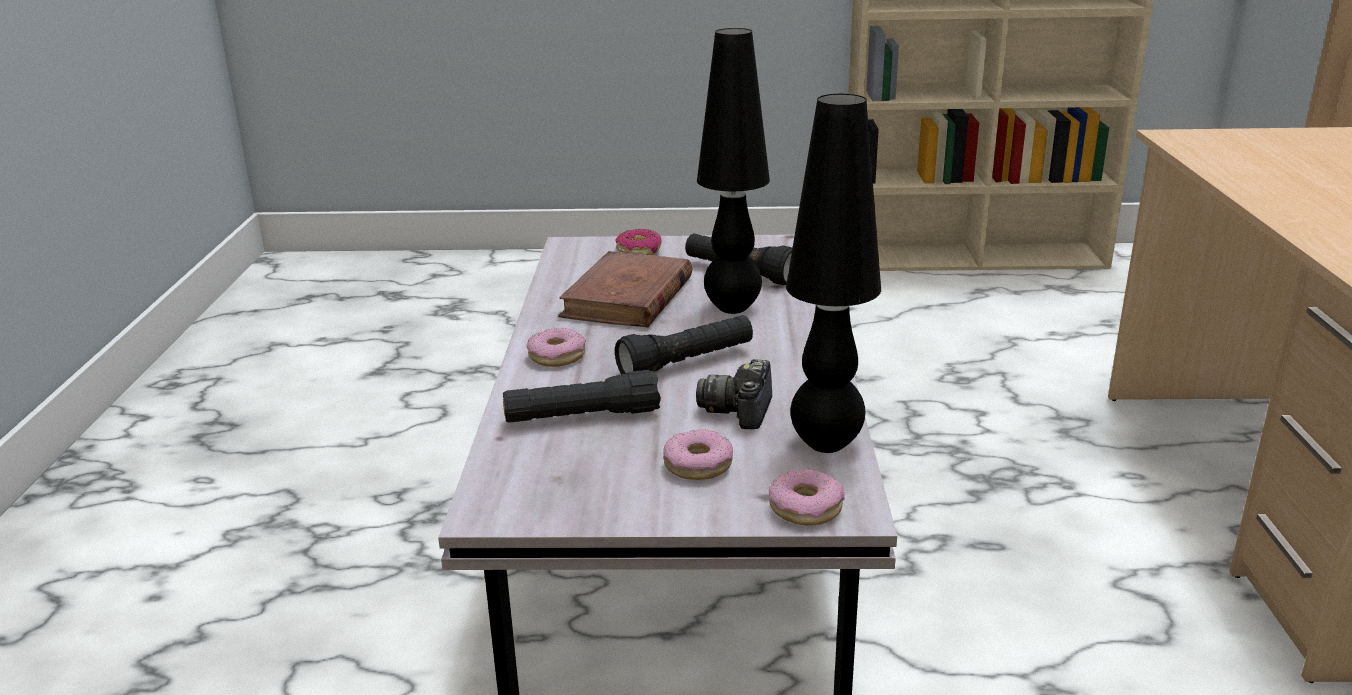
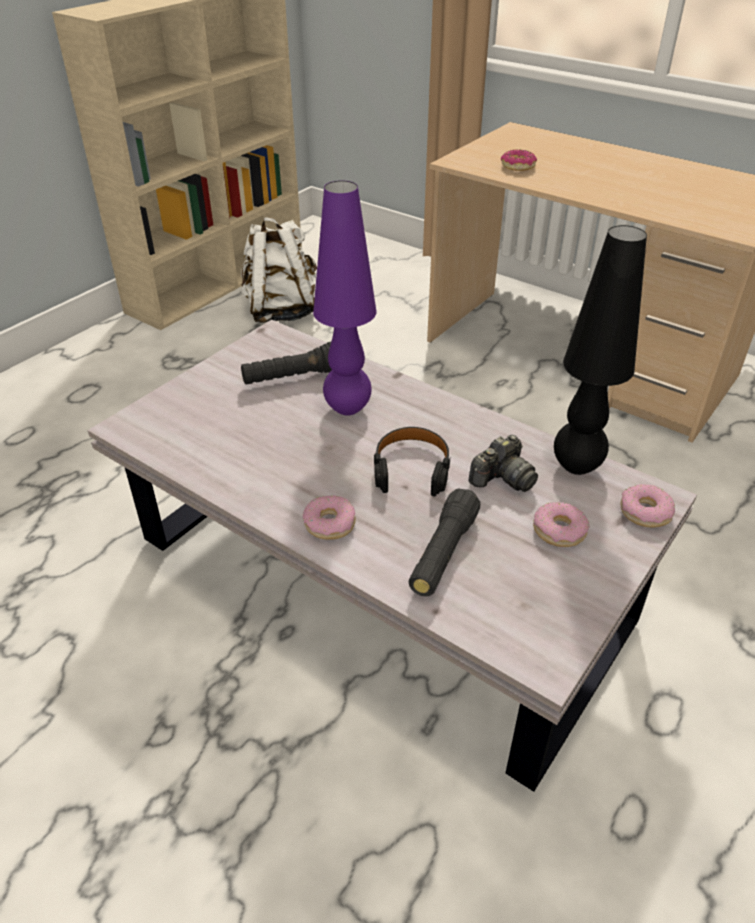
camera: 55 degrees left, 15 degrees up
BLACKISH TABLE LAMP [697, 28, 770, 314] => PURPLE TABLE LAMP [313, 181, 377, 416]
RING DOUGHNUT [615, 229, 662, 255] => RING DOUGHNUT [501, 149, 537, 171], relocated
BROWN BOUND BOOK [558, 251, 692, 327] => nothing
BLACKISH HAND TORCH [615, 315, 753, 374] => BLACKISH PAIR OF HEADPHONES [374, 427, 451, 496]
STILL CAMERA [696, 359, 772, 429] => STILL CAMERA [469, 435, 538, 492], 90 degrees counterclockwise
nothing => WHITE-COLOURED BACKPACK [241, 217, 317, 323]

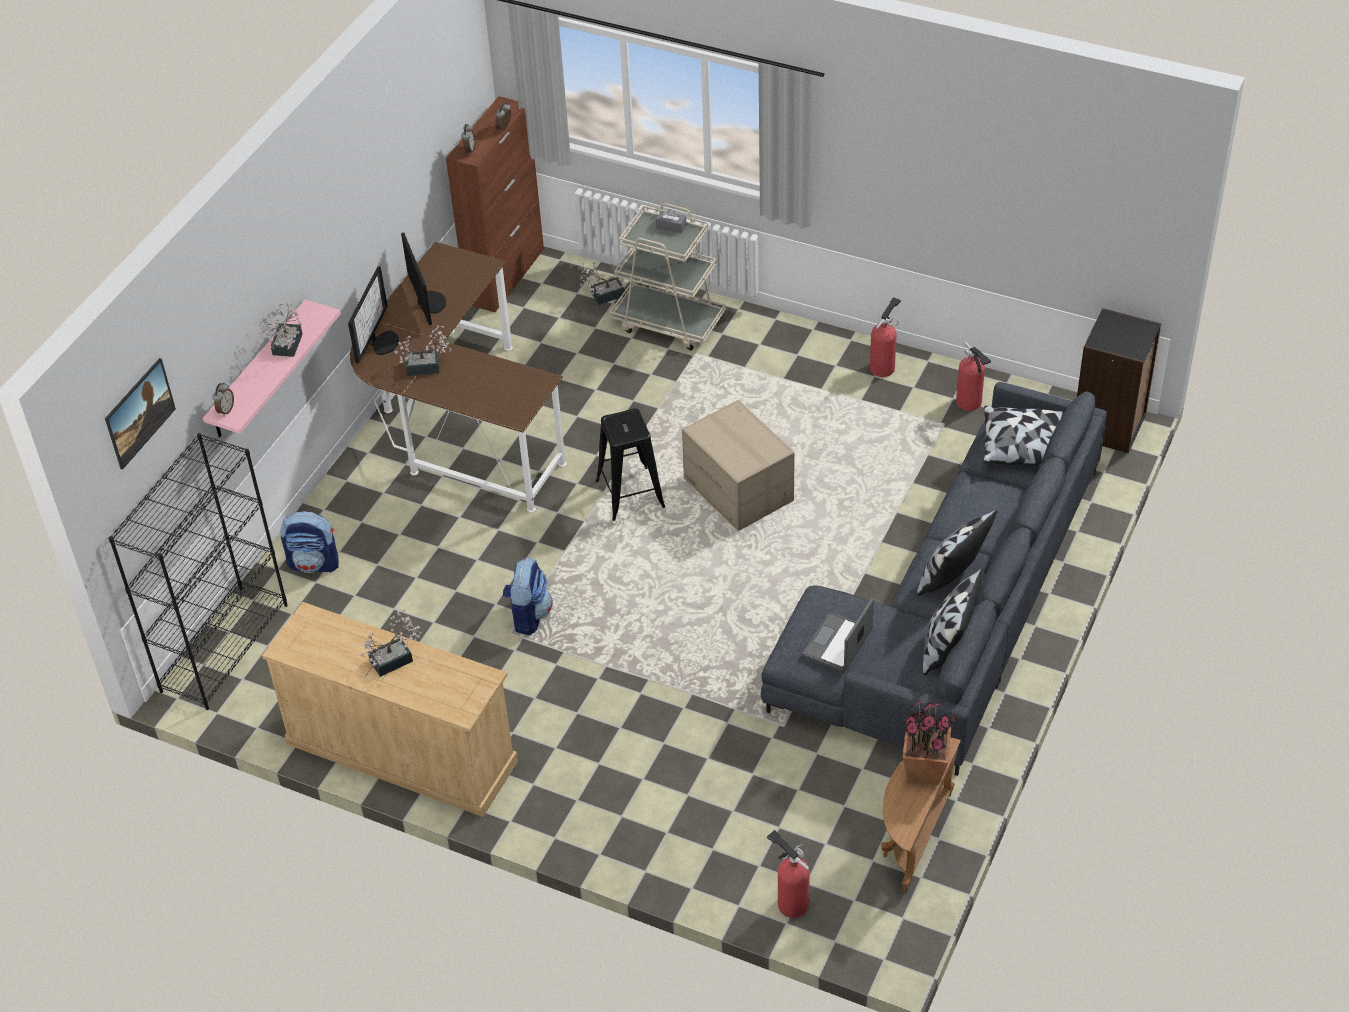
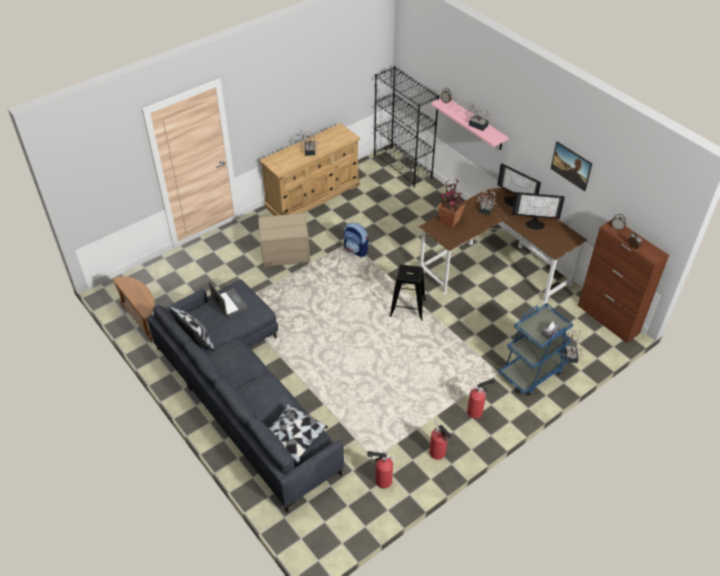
camera: 115 degrees right, 0 degrees up
BEIGE-COLOURED TROLLEY [610, 203, 726, 350] => BLUE-COLOURED TROLLEY [499, 303, 573, 396]
BLACKISH BOOKCASE [1077, 308, 1162, 453] => nothing
PICTURE [105, 358, 176, 470] => PICTURE [551, 142, 592, 191], relocated
PACKING BOX [682, 400, 795, 531] => PACKING BOX [258, 213, 310, 267], relocated
THROW PILLOW [917, 510, 997, 596] => nothing
BACKPACK [280, 511, 339, 573] => nothing
PLANT IN A POT [903, 699, 958, 784] => PLANT IN A POT [438, 178, 466, 228], relocated
FIRE EXTINGUISHER [767, 830, 810, 918] => FIRE EXTINGUISHER [467, 378, 496, 419], relocated

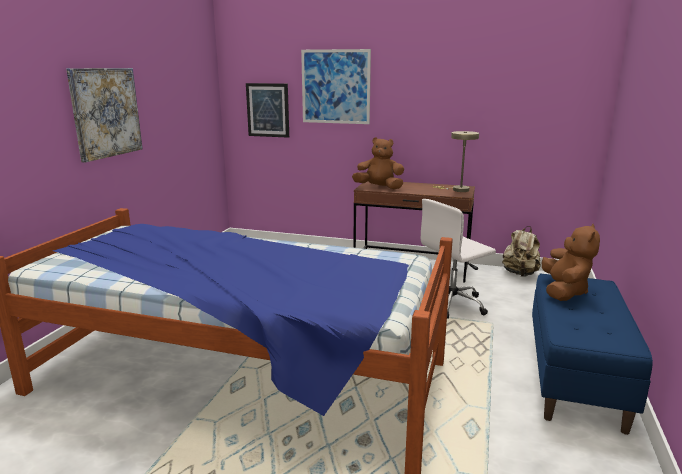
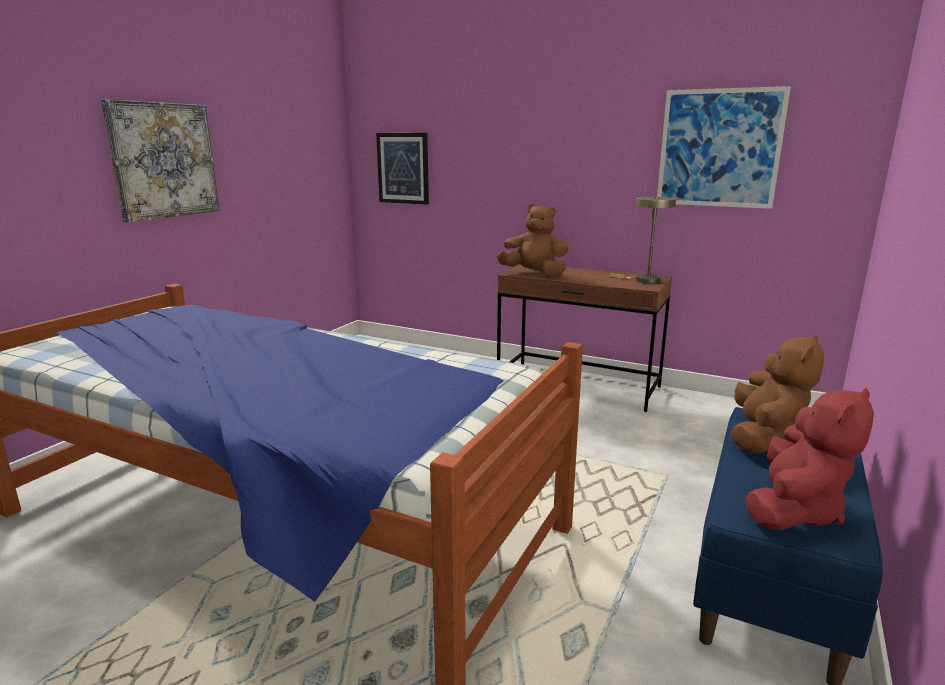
camera: 10 degrees right, 0 degrees up
PICTURE [301, 49, 371, 124] => PICTURE [657, 86, 791, 209], relocated
WHITE-COLOURED DESK CHAIR [421, 199, 496, 319] => nothing
BEIGE-COLOURED BACKPACK [502, 226, 541, 277] => nothing
nothing => RED-COLOURED CUDDLY TOY [745, 387, 874, 530]

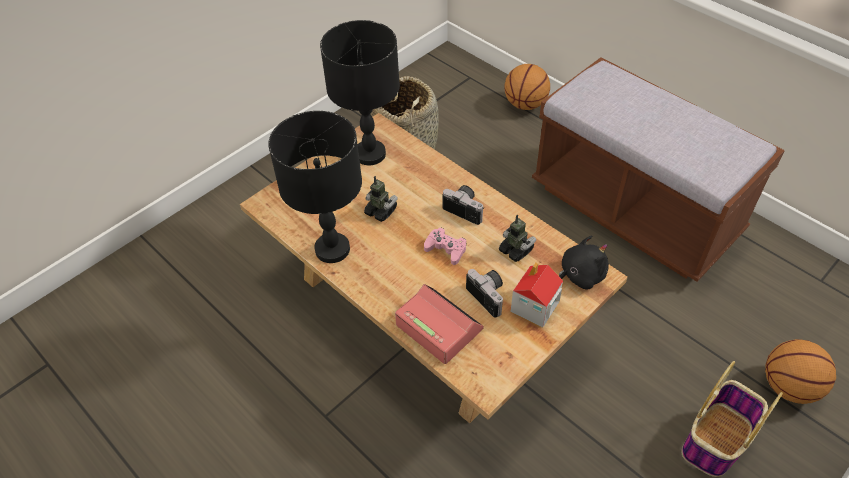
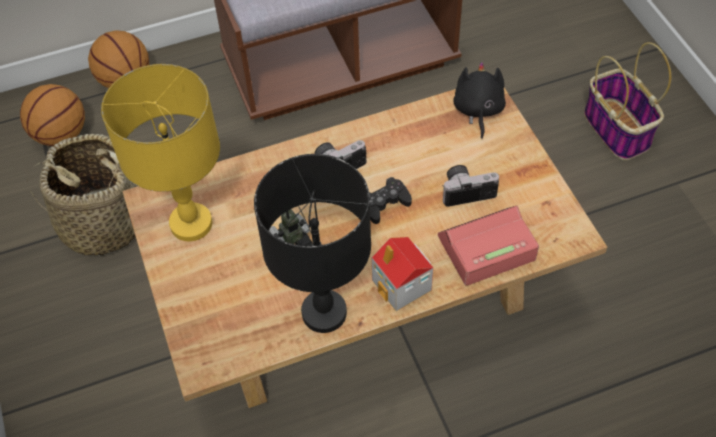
camera: 65 degrees left, 5 degrees up
BLACKISH TABLE LAMP [320, 20, 400, 165] => YELLOWISH TABLE LAMP [101, 64, 220, 241]
MODEL ROBOT [499, 215, 536, 262] => nothing
PINK-COLOURED GAME CONTROLLER [424, 228, 467, 265] => BLACKISH GAME CONTROLLER [369, 177, 412, 224]
MODEL HOUSE [511, 262, 563, 328] => MODEL HOUSE [372, 237, 433, 311], relocated
BALL FOR BASKETBALL [765, 339, 836, 404] => BALL FOR BASKETBALL [20, 84, 85, 146], relocated

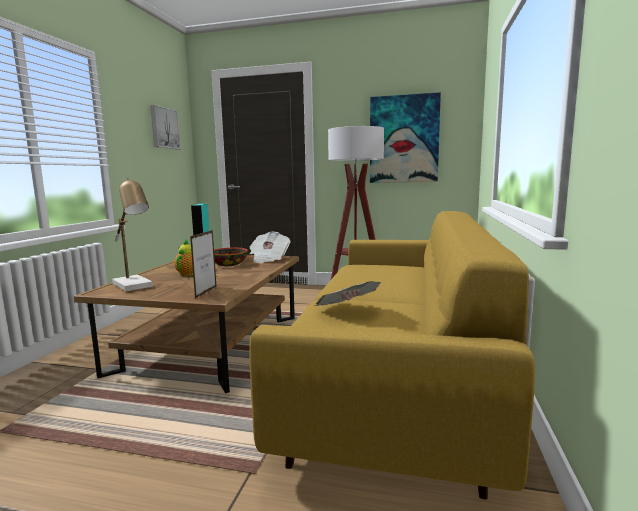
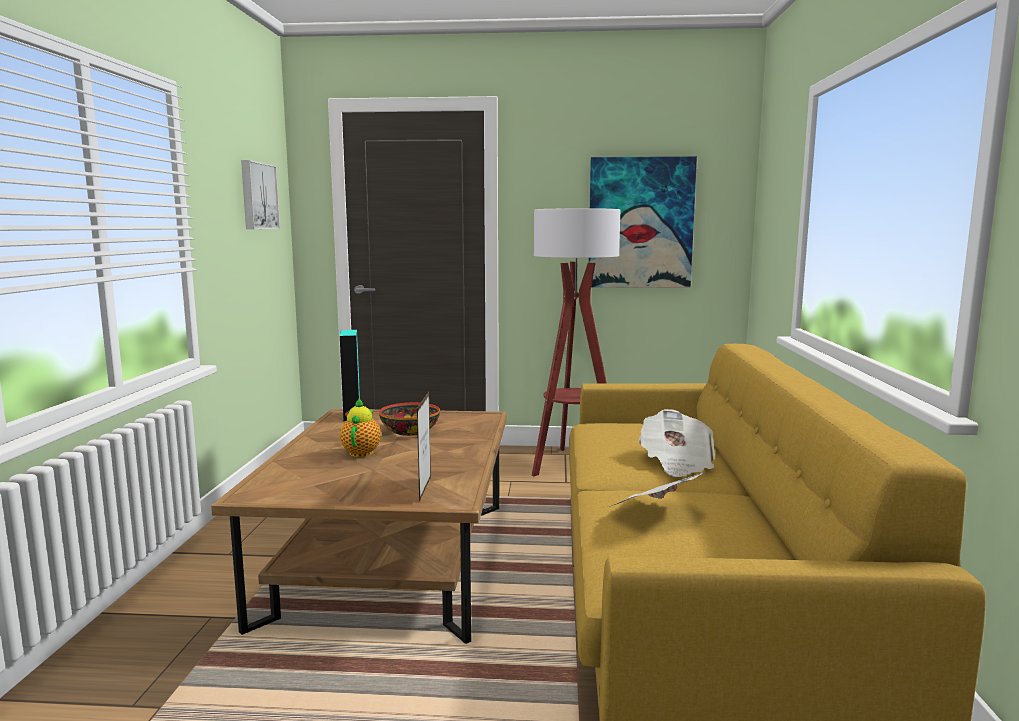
camera: 10 degrees left, 0 degrees up
TABLE LAMP [112, 178, 153, 291] => nothing
DAILY PAPER [249, 232, 291, 263] => DAILY PAPER [639, 409, 715, 477], relocated

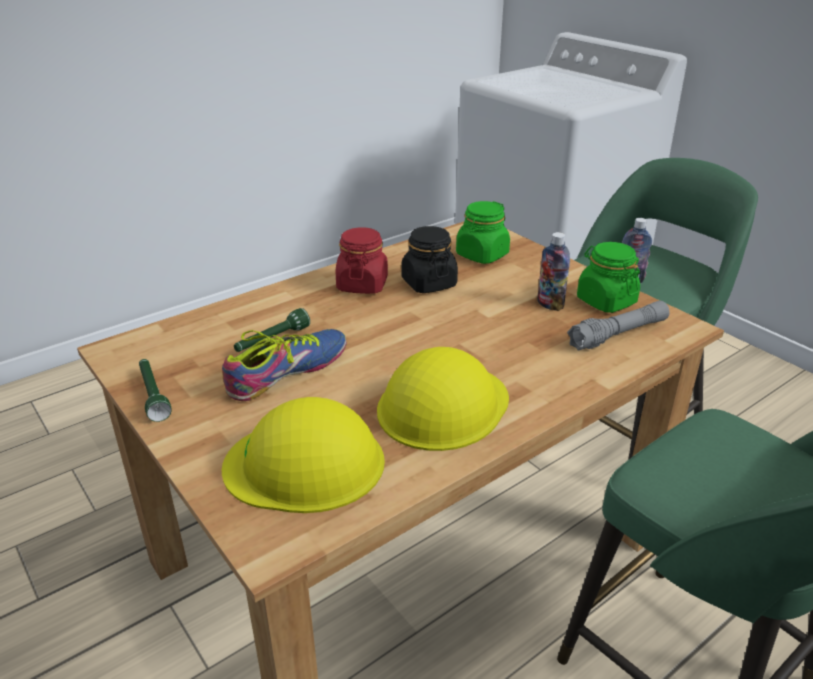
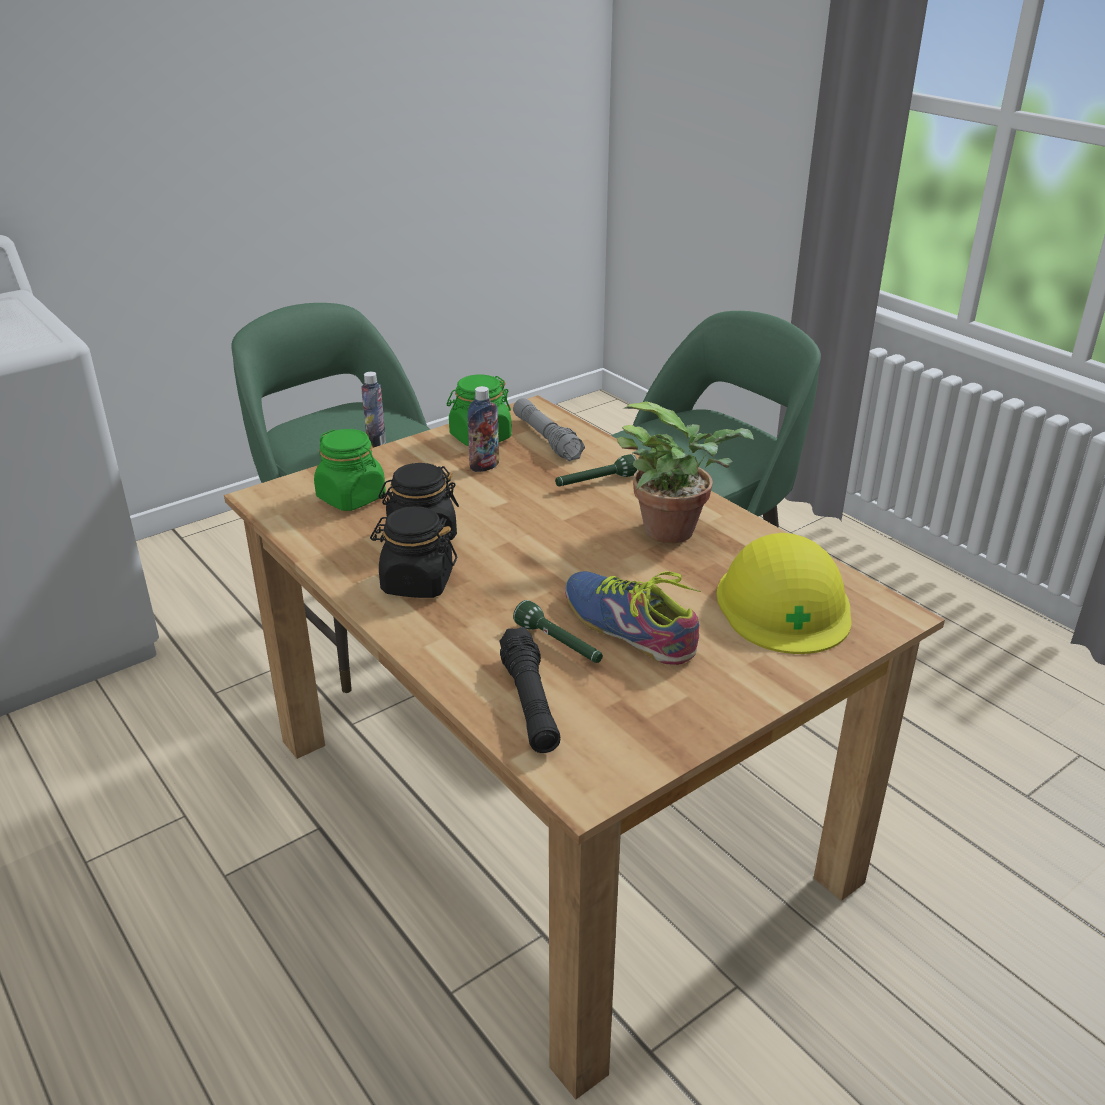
camera: 90 degrees left, 0 degrees up
RED-COLOURED STORAGE JAR [335, 227, 388, 294] => BLACKISH STORAGE JAR [370, 506, 457, 598]
YELLOWISH HARD HAT [377, 347, 509, 451] => PLANT IN A POT [617, 401, 754, 544]
GREEN HAND TORCH [139, 359, 172, 422] => GREEN HAND TORCH [555, 454, 638, 486], relocated
nothing => BLACKISH HAND TORCH [500, 627, 560, 753]

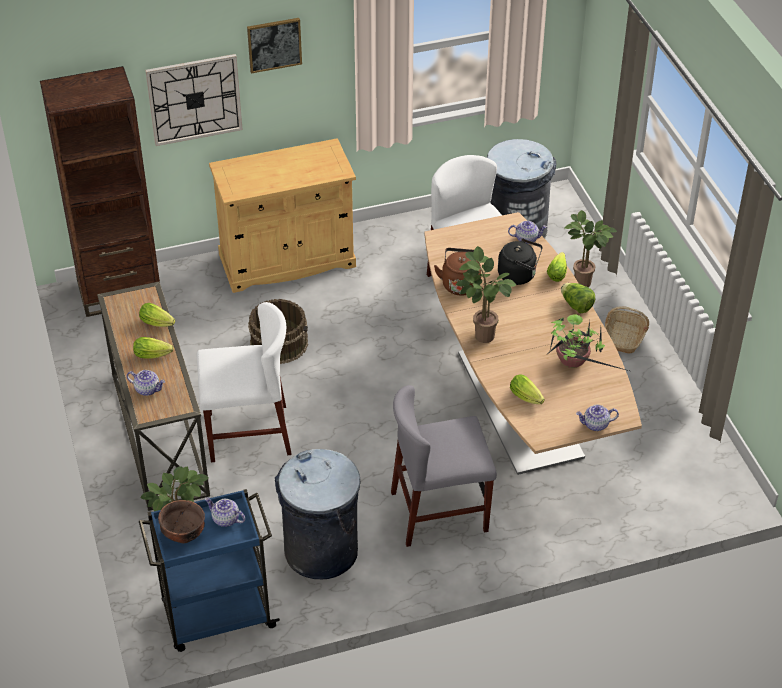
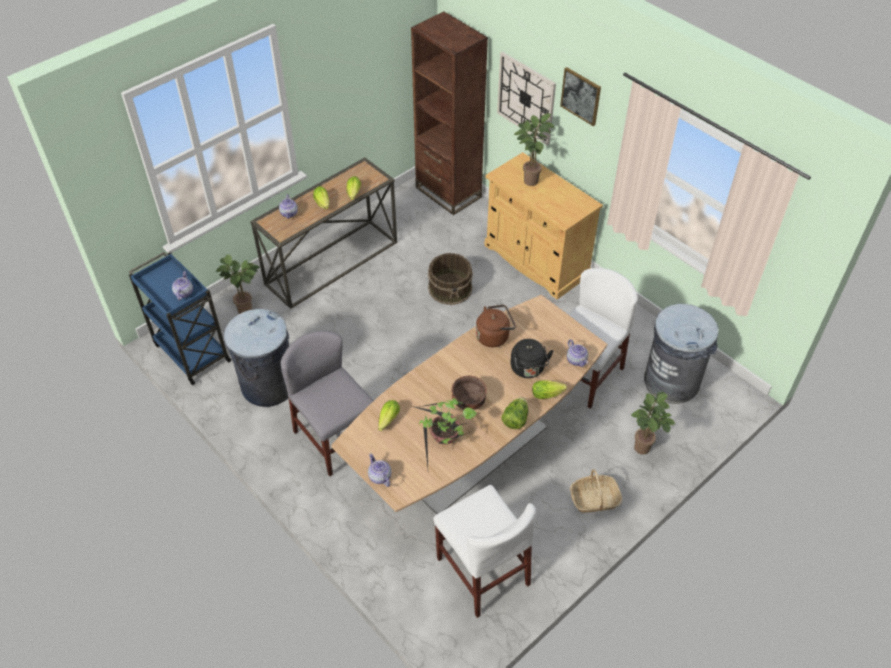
camera: 65 degrees right, 5 degrees up
PLANT IN A POT [456, 246, 516, 343] => PLANT IN A POT [514, 113, 554, 186], relocated
WHITE-COLOURED CHAIR [197, 302, 292, 462] => WHITE-COLOURED CHAIR [433, 485, 536, 618], relocated
BROWN BOWL [158, 500, 205, 543] => BROWN BOWL [451, 376, 487, 410], relocated

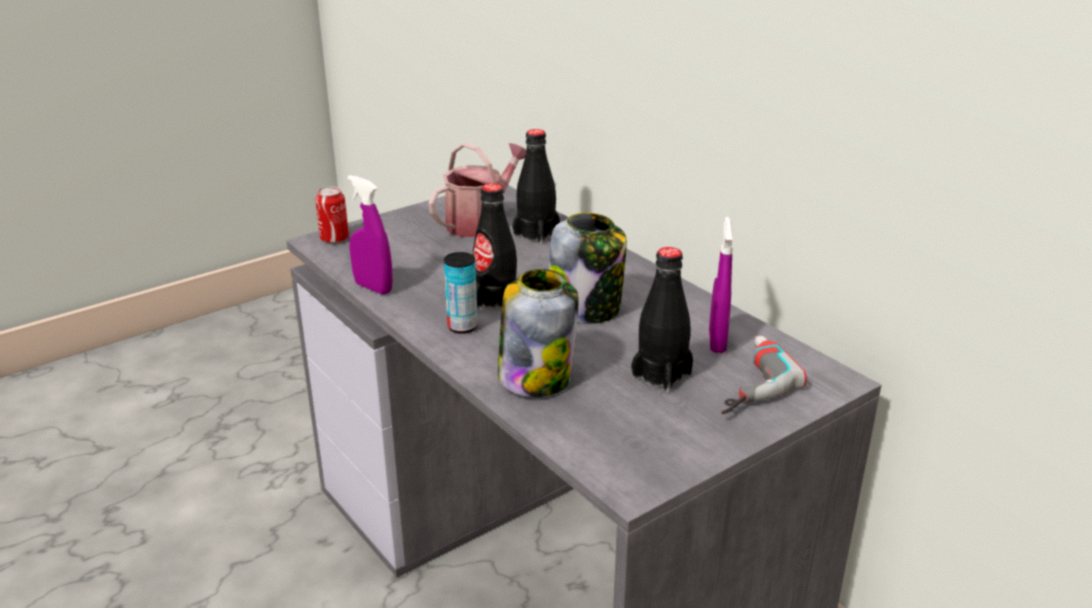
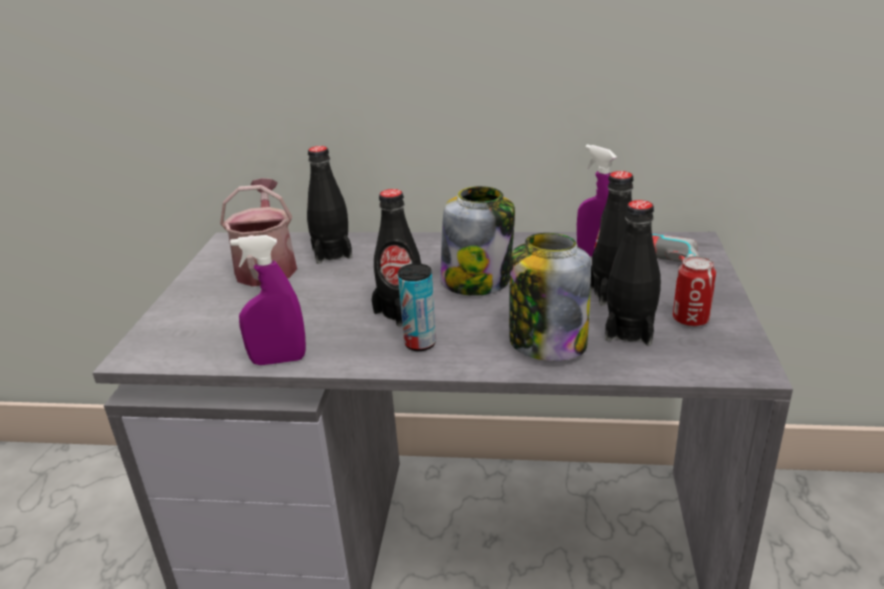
camera: 45 degrees left, 0 degrees up
METAL CAN [315, 186, 349, 244] => METAL CAN [673, 256, 716, 327], relocated
nothing => BLACKISH BOTTLE [605, 200, 661, 346]

